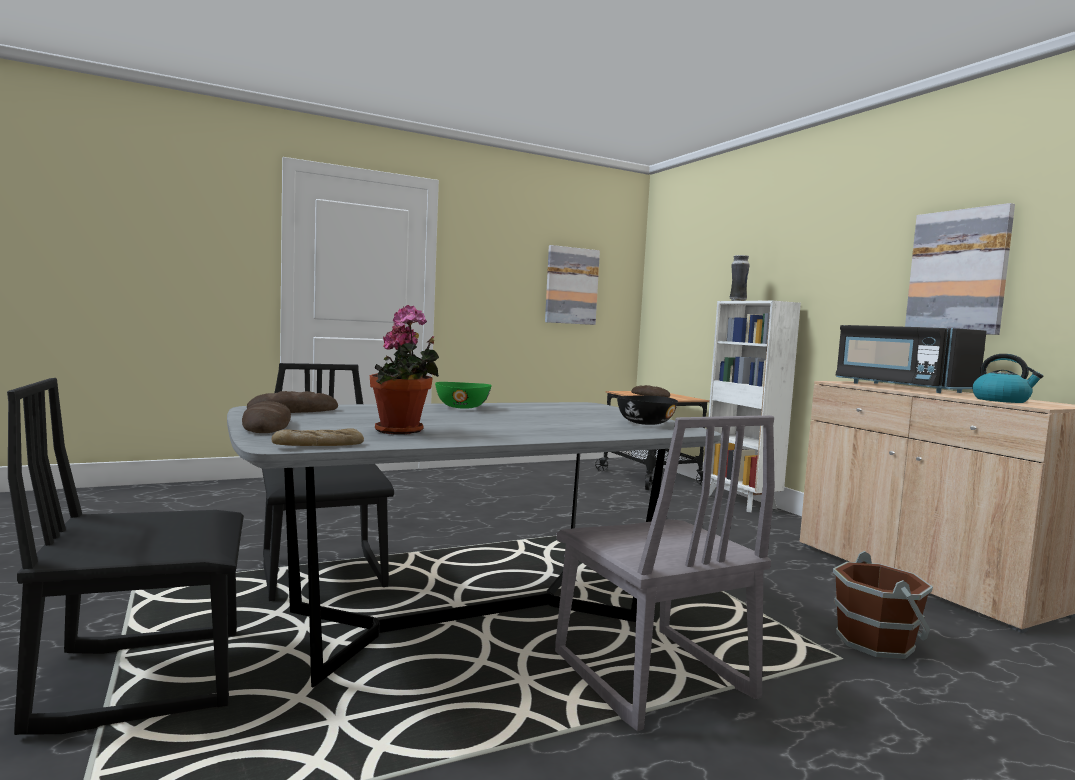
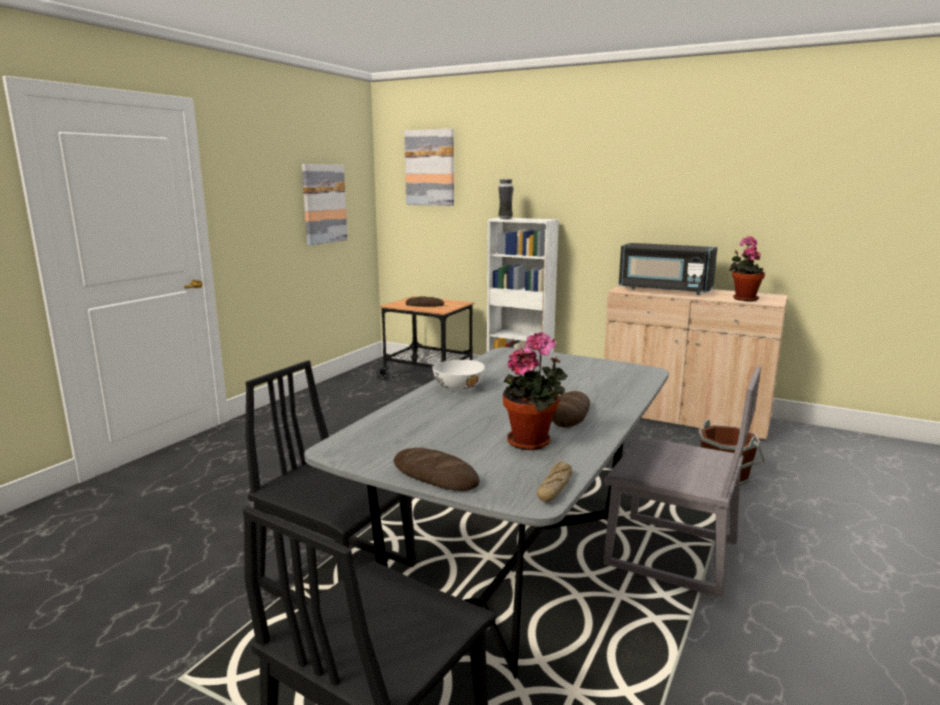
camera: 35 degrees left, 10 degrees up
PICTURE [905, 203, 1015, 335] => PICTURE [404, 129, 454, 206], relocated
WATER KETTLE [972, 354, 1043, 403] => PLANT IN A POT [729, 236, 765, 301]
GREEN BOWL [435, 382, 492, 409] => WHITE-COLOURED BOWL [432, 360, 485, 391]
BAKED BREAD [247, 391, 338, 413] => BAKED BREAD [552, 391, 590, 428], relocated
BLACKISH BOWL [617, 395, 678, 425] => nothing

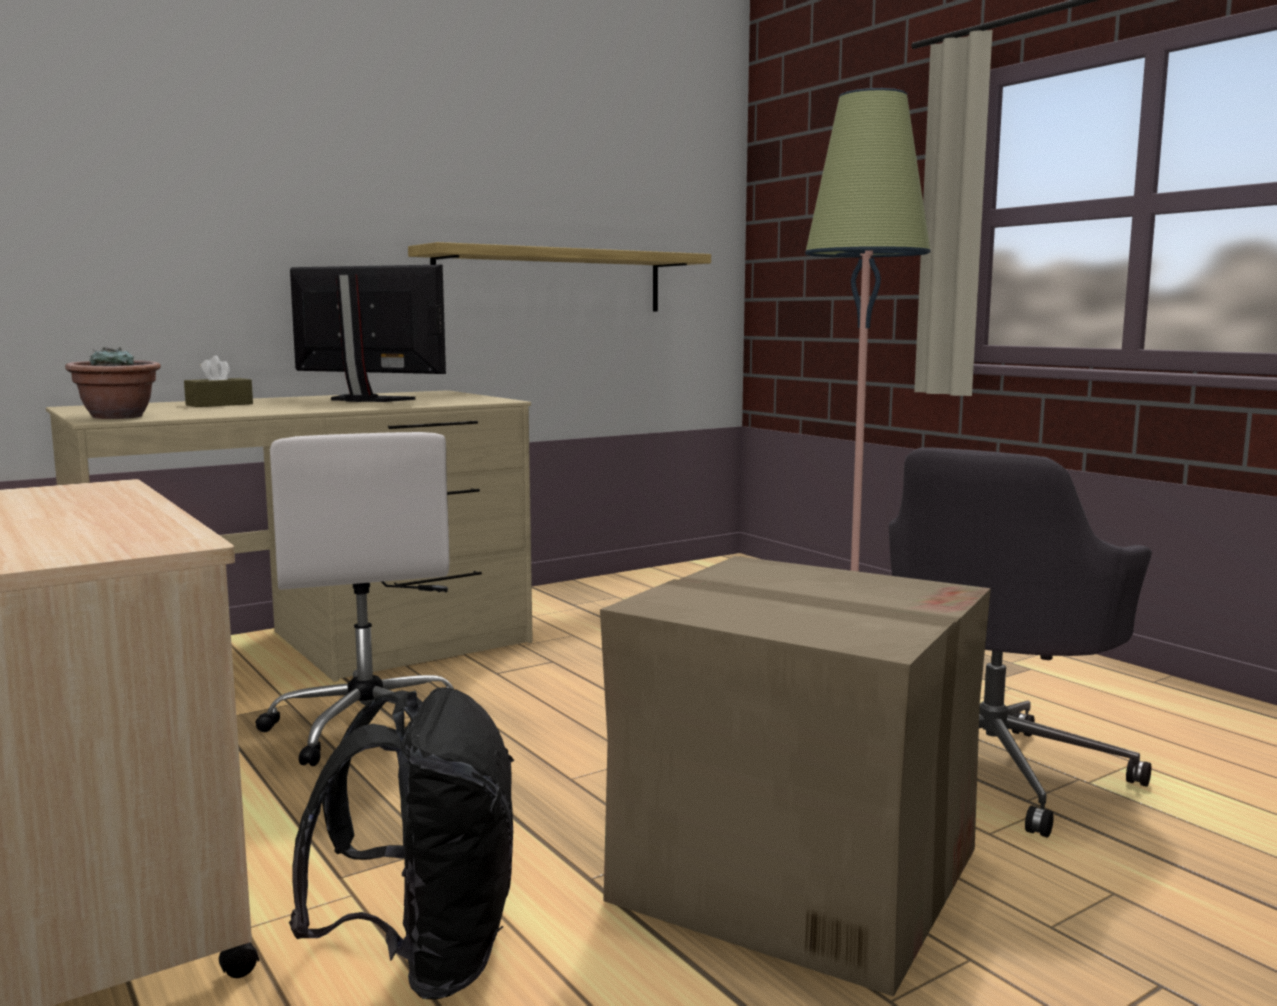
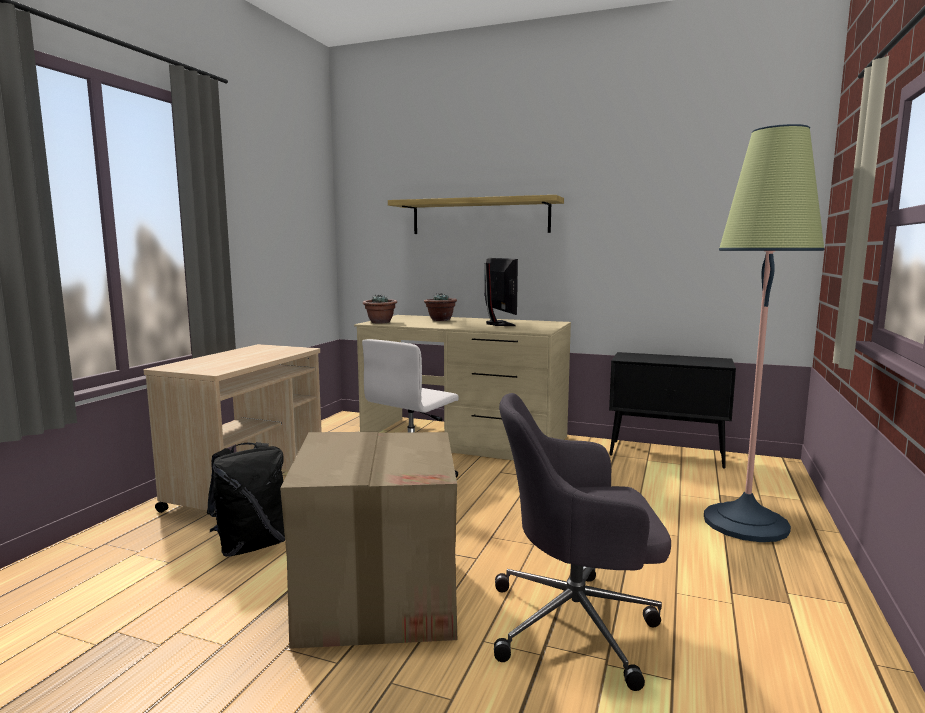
camera: 55 degrees right, 0 degrees up
WALL SHELF [408, 242, 711, 312] => WALL SHELF [388, 195, 564, 234], relocated
BROWN BOX OF TISSUES [184, 355, 253, 407] => PLANT IN A POT [424, 293, 457, 321]
nothing => BLACKISH STORAGE CABINET [609, 352, 736, 469]

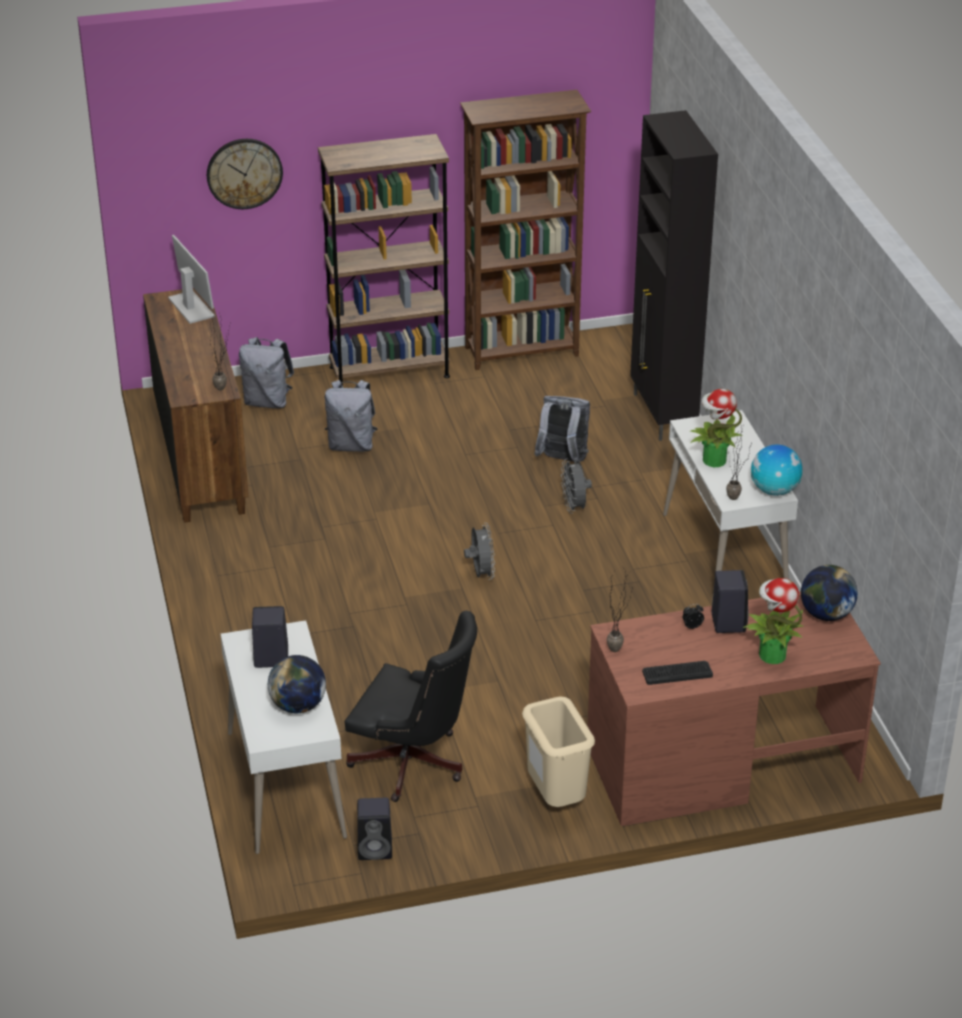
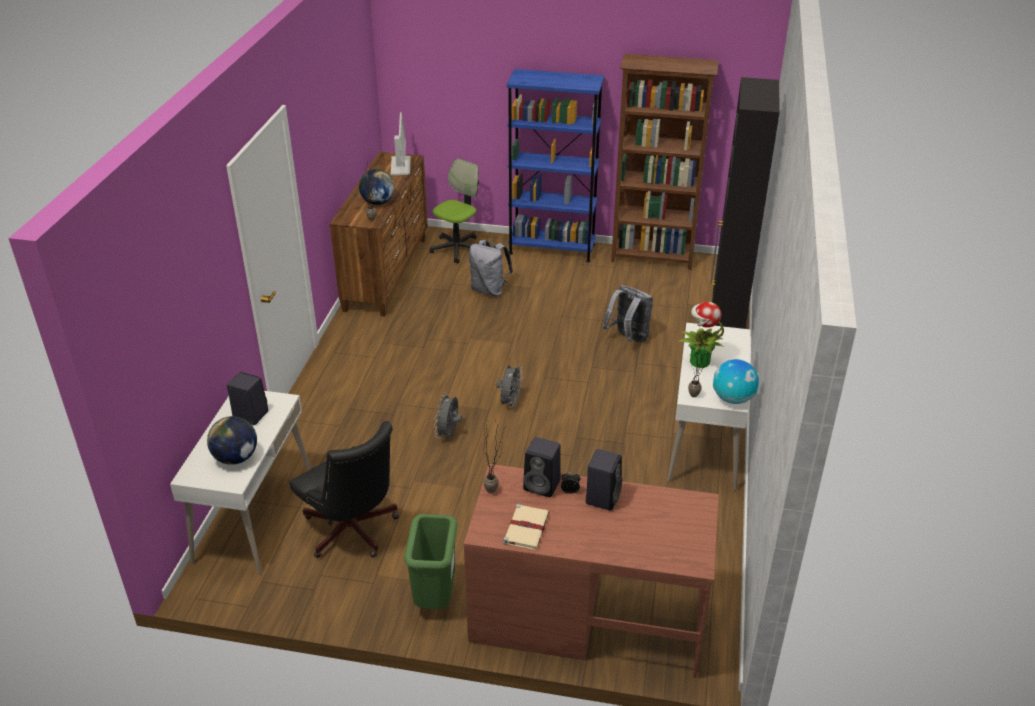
camera: 25 degrees right, 0 degrees up
BROWN BOOKCASE [318, 134, 450, 386] => BLUE-COLOURED BOOKCASE [506, 69, 604, 263]
WALL CLOCK [207, 139, 283, 209] => nothing
GREYISH BACKPACK [239, 337, 294, 409] => DESK CHAIR [430, 159, 479, 263]
GREYISH FAN [561, 459, 592, 513] => GREYISH FAN [434, 393, 462, 439], relocated
WORLD GLOBE [801, 565, 858, 621] => WORLD GLOBE [359, 169, 395, 205], relocated
PLANT IN A POT [743, 578, 804, 664] => nothing
COMPUTER KEYBOARD [642, 661, 713, 685] => BEIGE-COLOURED BOUND BOOK [503, 504, 549, 550]
BEIGE-COLOURED RUBBISH BIN [522, 697, 595, 807] => GREEN RUBBISH BIN [404, 514, 458, 609]
BLACKISH SPEAKER [357, 798, 392, 860] => BLACKISH SPEAKER [523, 437, 560, 497], relocated

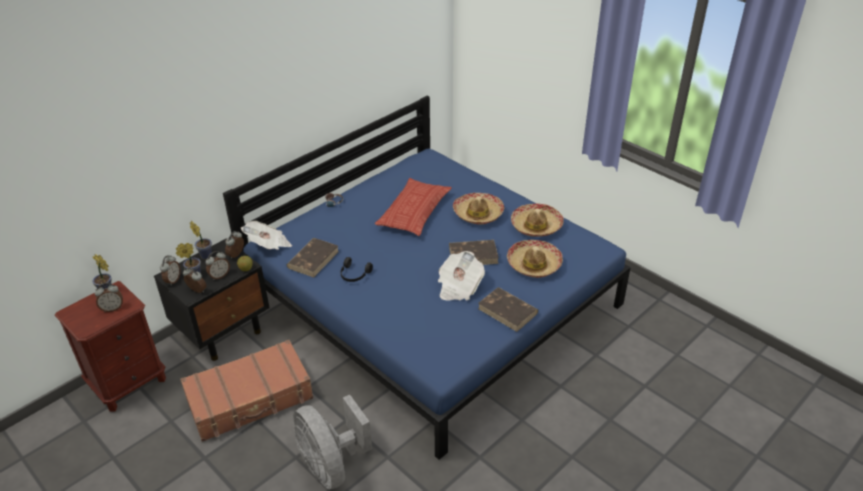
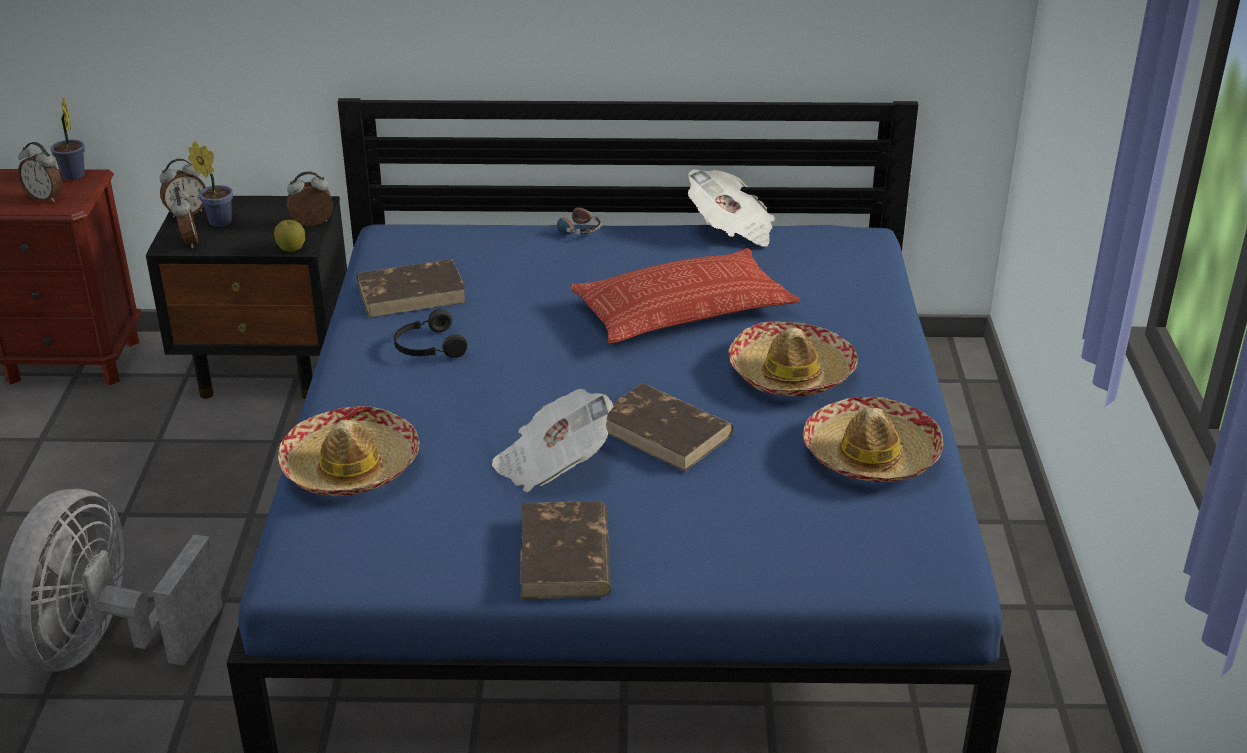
camera: 45 degrees right, 5 degrees down
PLANT IN A POT [190, 221, 212, 259] => nothing
DAILY PAPER [241, 221, 292, 250] => DAILY PAPER [688, 169, 775, 247], relocated
CLOTHING HAT [507, 240, 563, 278] => CLOTHING HAT [278, 406, 419, 496], relocated
TABLE CLOCK [205, 251, 230, 280] => nothing
BROWN SUITCASE [180, 340, 313, 442] => nothing

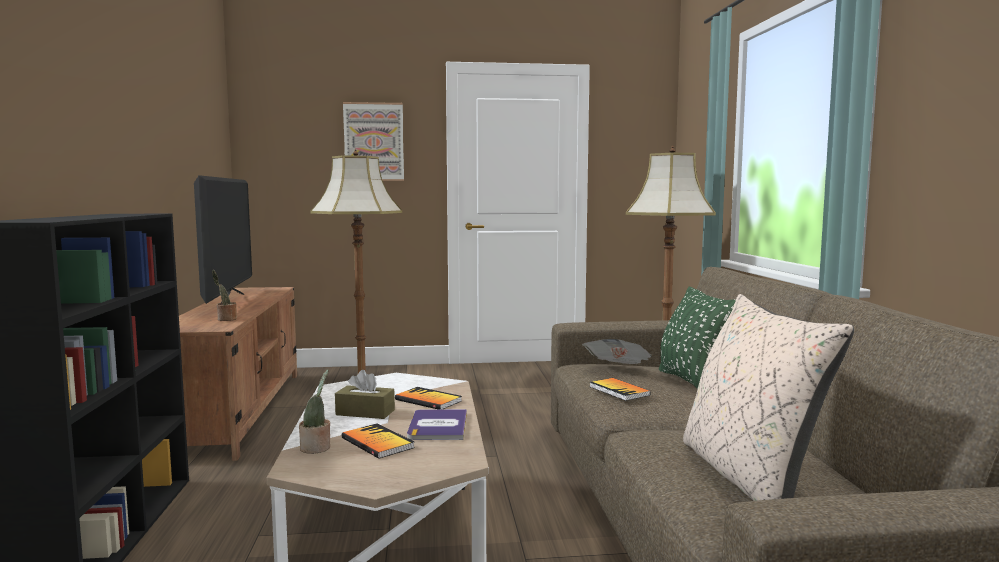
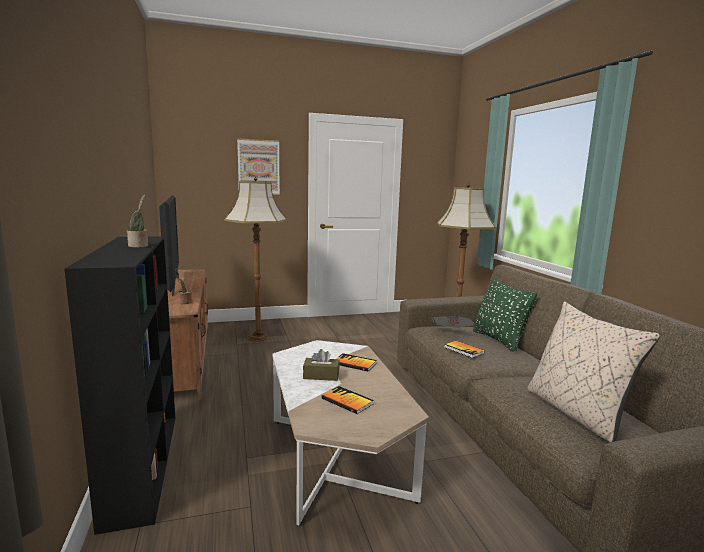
camera: 10 degrees left, 5 degrees up
PLANT IN A POT [299, 370, 330, 454] => PLANT IN A POT [127, 194, 148, 248], relocated
BOUND BOOK [407, 409, 467, 440] => nothing

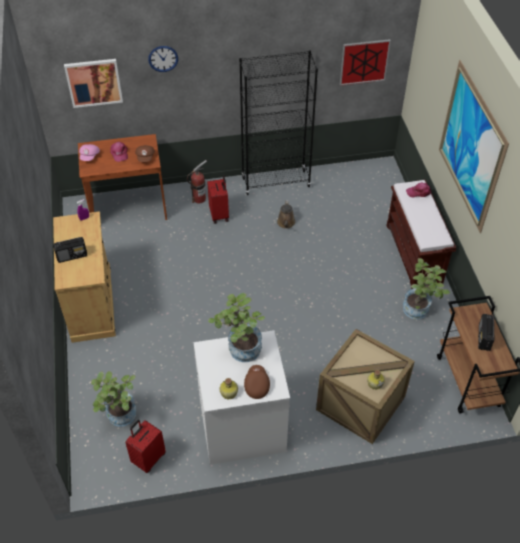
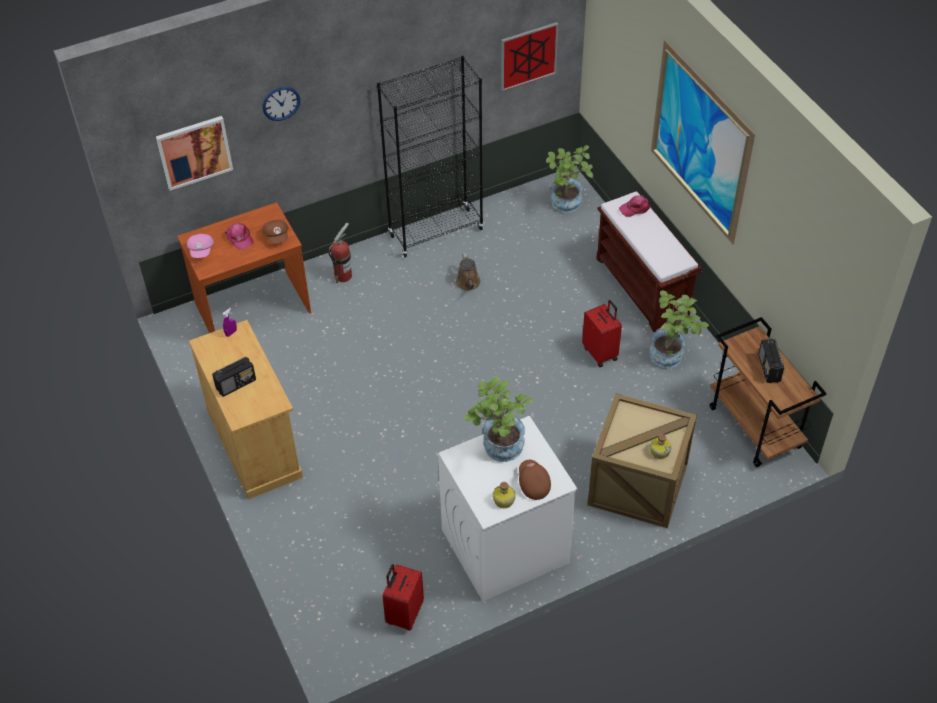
camera: 15 degrees left, 0 degrees up
RED-COLOURED SUITCASE [207, 175, 229, 224] => RED-COLOURED SUITCASE [582, 300, 622, 367], relocated
PLANT IN A POT [91, 371, 136, 427] => PLANT IN A POT [546, 145, 593, 213], relocated

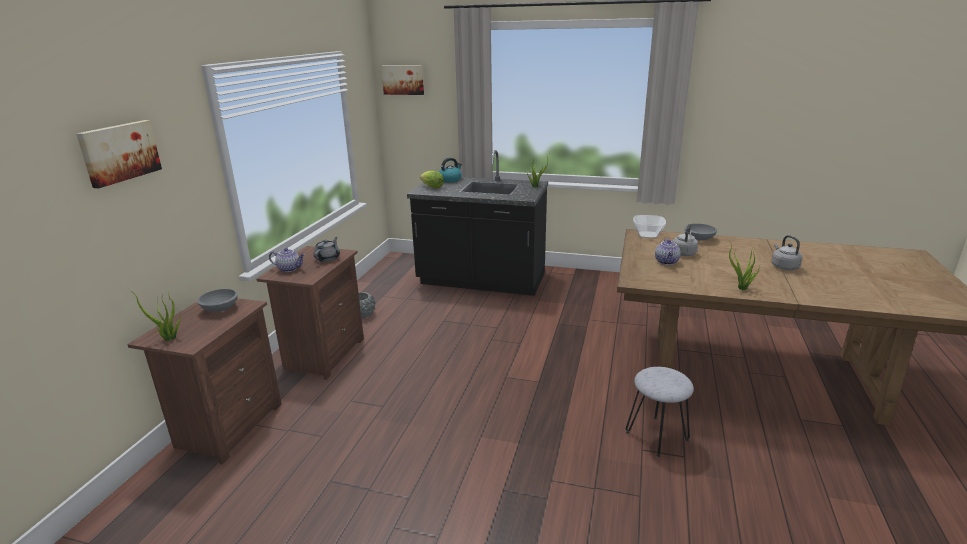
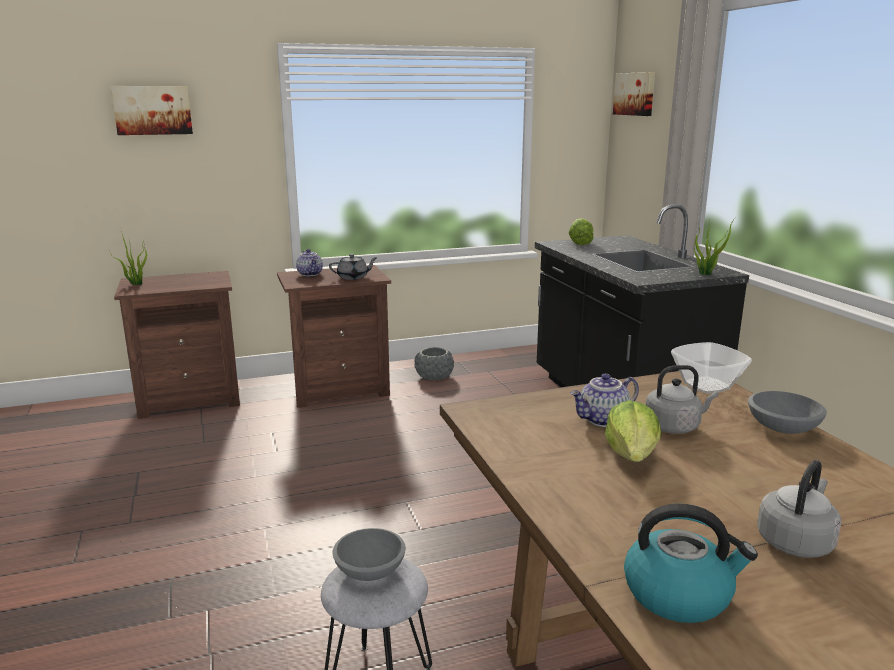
camera: 55 degrees right, 5 degrees down
WATER KETTLE [439, 158, 462, 182] => WATER KETTLE [624, 503, 758, 623], relocated
PLANT IN A POT [728, 239, 760, 290] => nothing
GREYISH BOWL [197, 289, 238, 312] => GREYISH BOWL [333, 528, 406, 581], relocated
nothing => LETTUCE [605, 400, 661, 462]

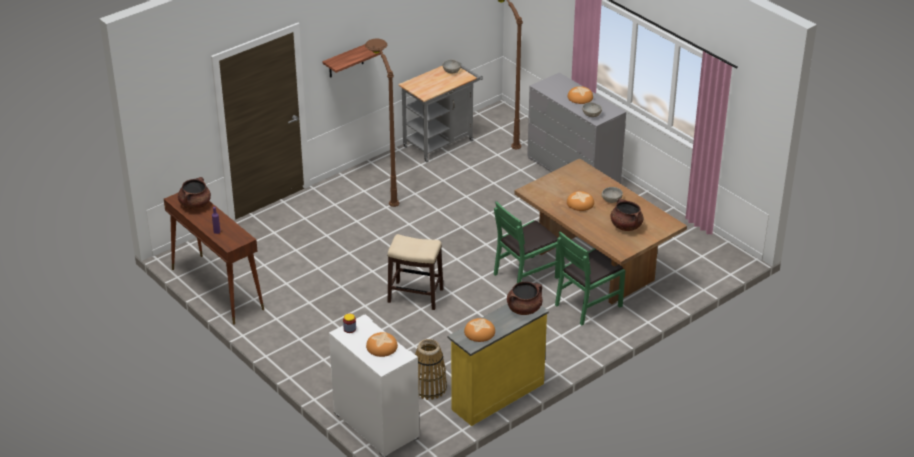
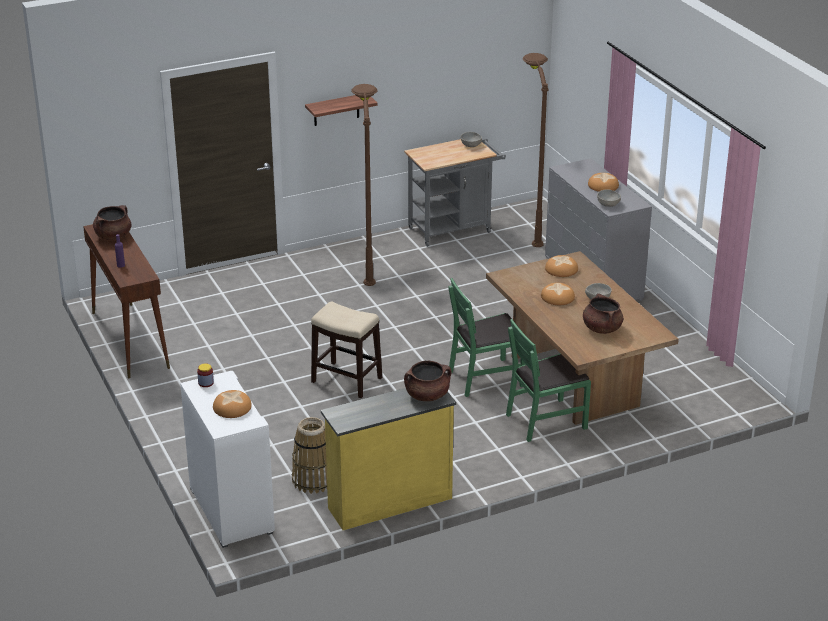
camera: 15 degrees right, 5 degrees down
BAKED BREAD [464, 318, 495, 342] => BAKED BREAD [545, 255, 578, 277], relocated

